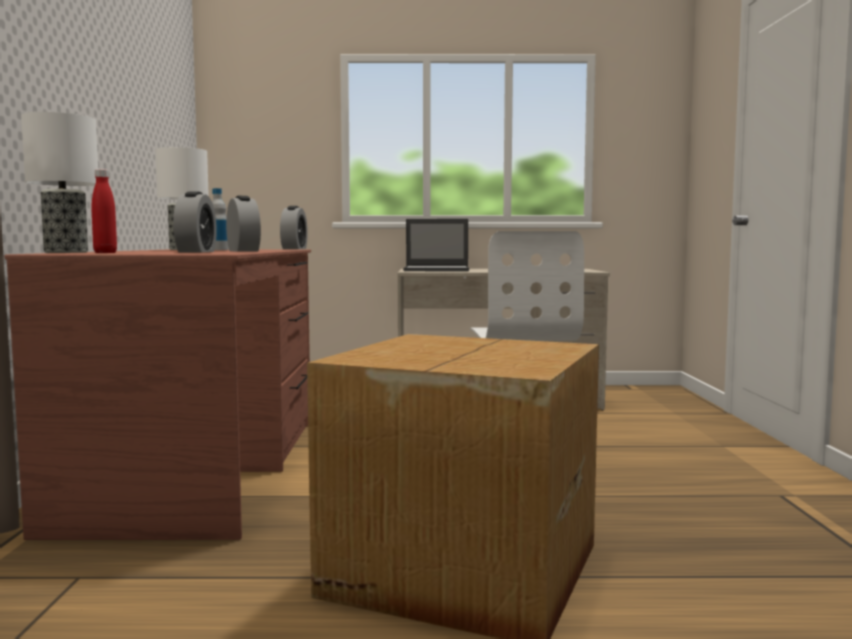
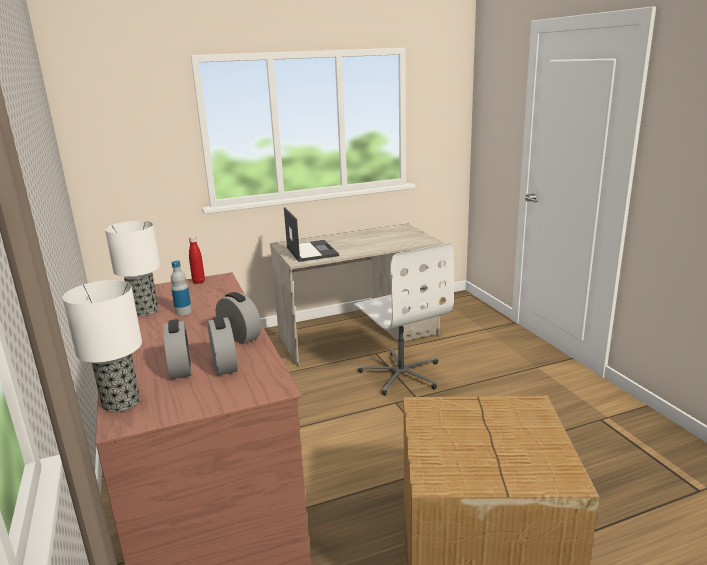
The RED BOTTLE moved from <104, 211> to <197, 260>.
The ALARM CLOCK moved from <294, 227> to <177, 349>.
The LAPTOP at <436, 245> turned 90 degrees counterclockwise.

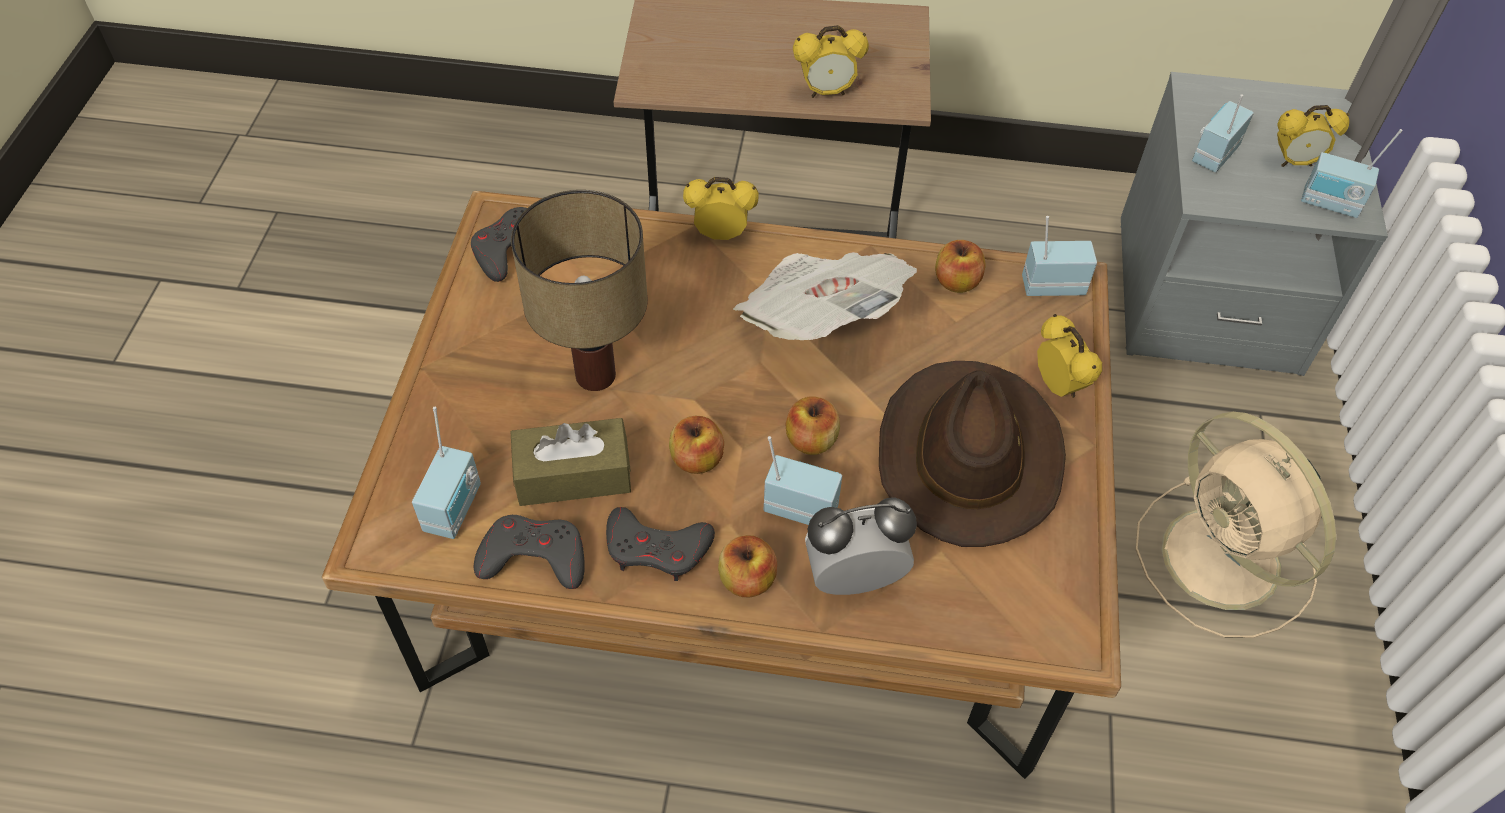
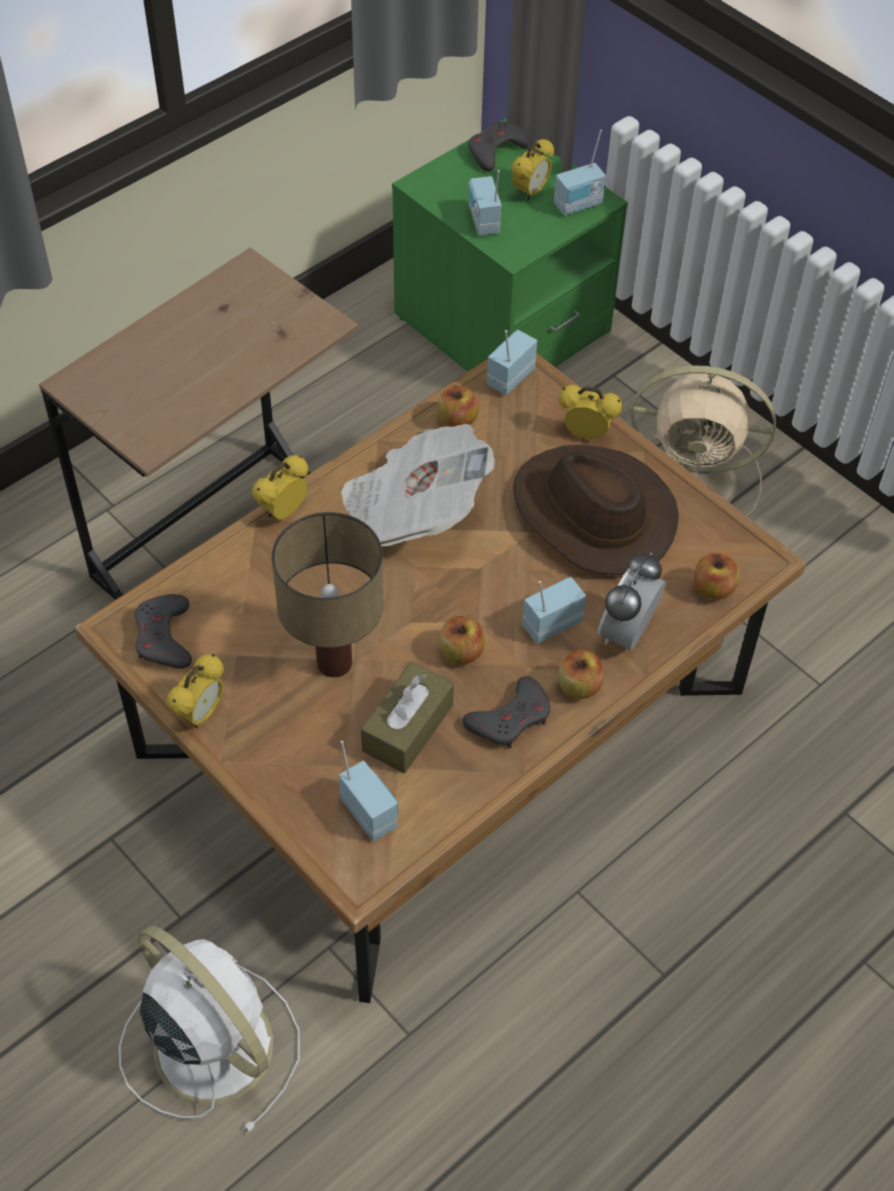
The GREY GAME CONTROLLER moved from <529, 552> to <498, 146>.
The APPLE moved from <812, 425> to <716, 576>.
The ALARM CLOCK moved from <831, 61> to <195, 691>.
The GREY NIGHTSTAND at <1254, 224> became the GREEN NIGHTSTAND at <510, 245>.
The WHITE FAN at <209, 1029> appeared.

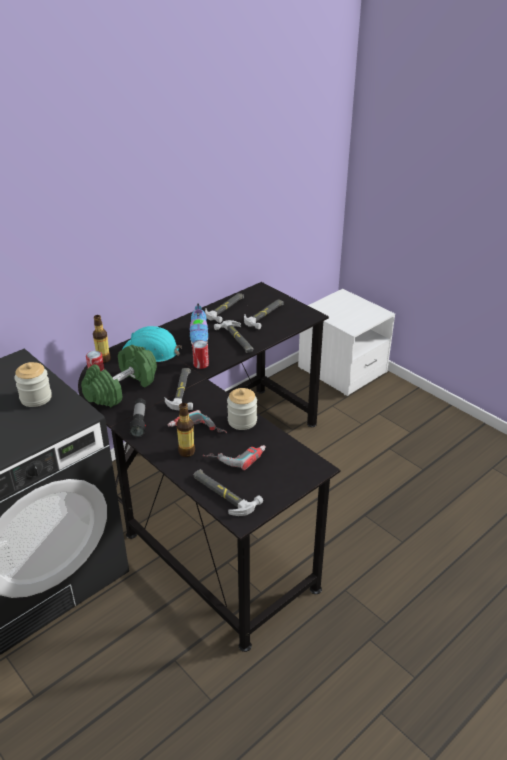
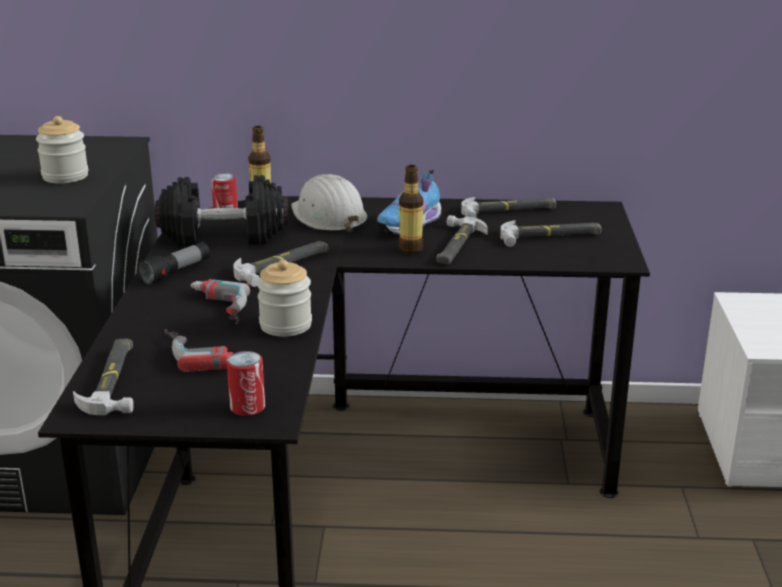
The GREEN DUMBBELL at <119, 376> became the BLACK DUMBBELL at <222, 211>.
The TURQUOISE HARD HAT at <152, 344> became the WHITE HARD HAT at <329, 203>.
The BOTTLE moved from <185, 430> to <411, 209>.
The CAN moved from <200, 354> to <246, 383>.

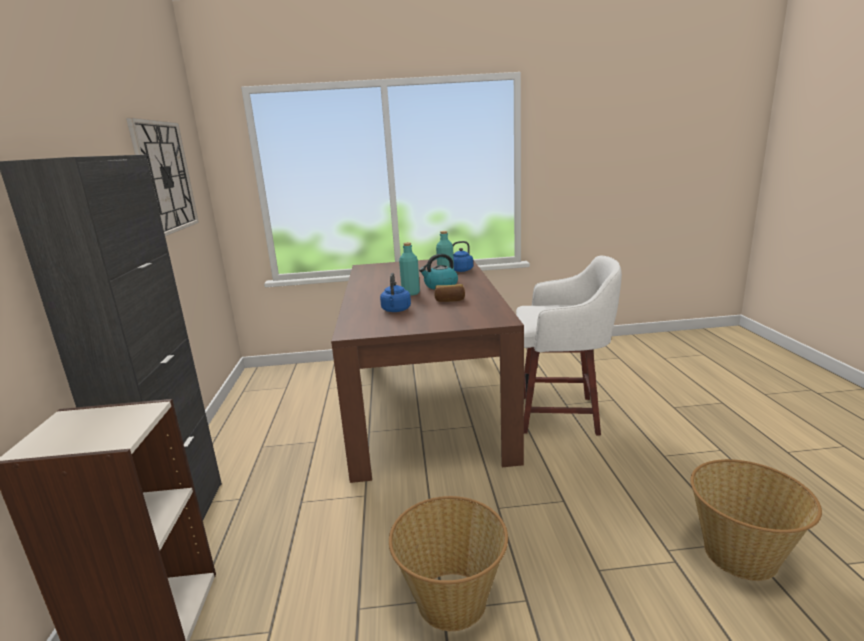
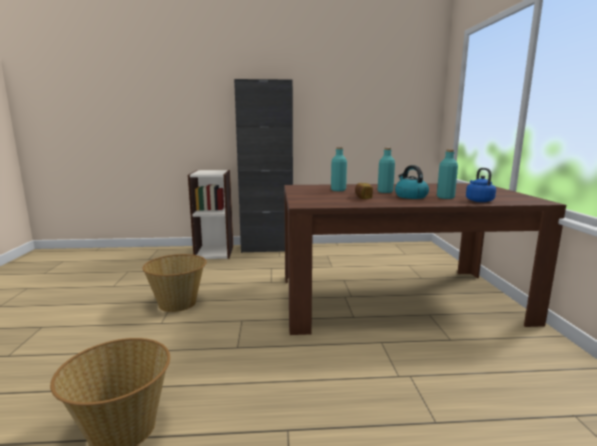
The WALL CLOCK at <162, 177> disappeared.
The BLUE KETTLE at <395, 292> was replaced by the TURQUOISE BOTTLE at <339, 169>.
The WHITE STOOL at <569, 345> disappeared.

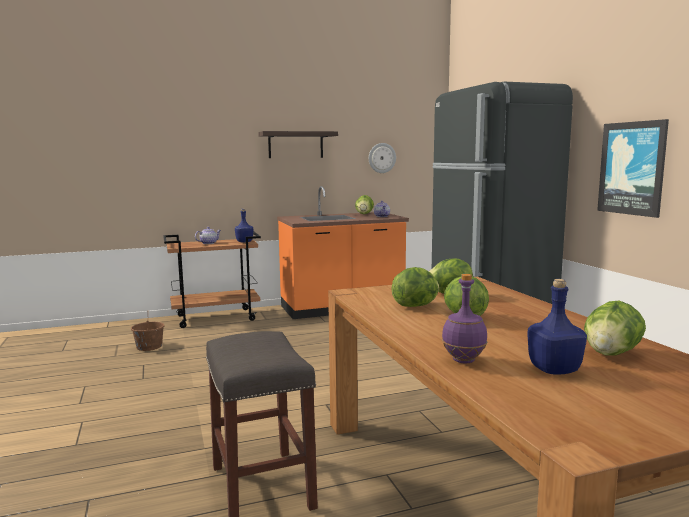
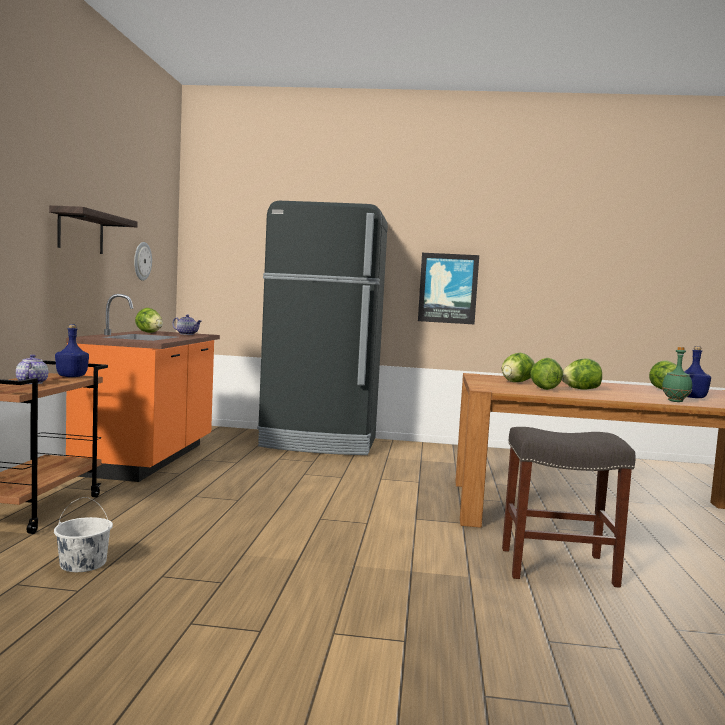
The BROWN BUCKET at <148, 331> became the WHITE BUCKET at <83, 534>.
The PURPLE BOTTLE at <465, 318> became the GREEN BOTTLE at <677, 374>.

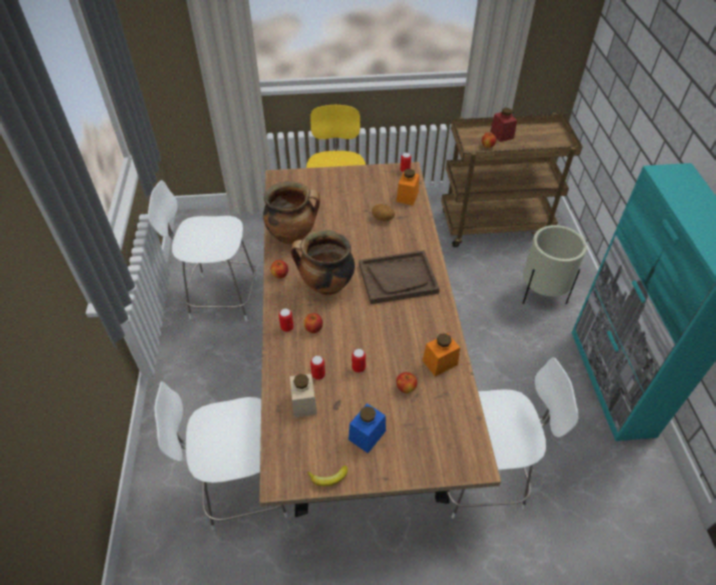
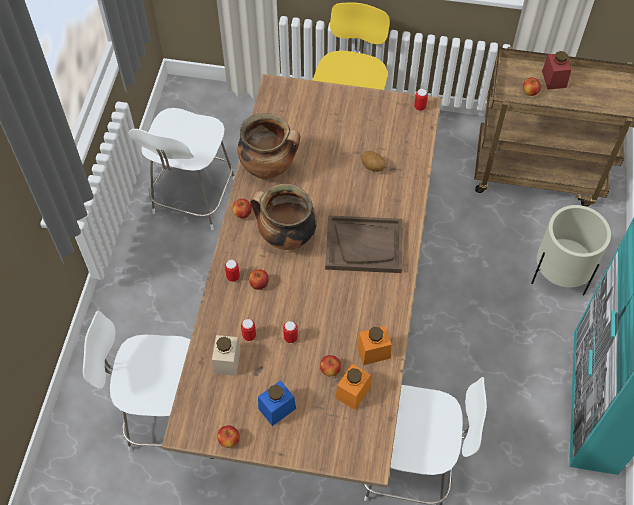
The WHITE CHAIR at <202, 250> turned 90 degrees counterclockwise.
The BANANA at <327, 475> was replaced by the APPLE at <228, 437>.
The ORANGE JAR moved from <407, 187> to <353, 387>.

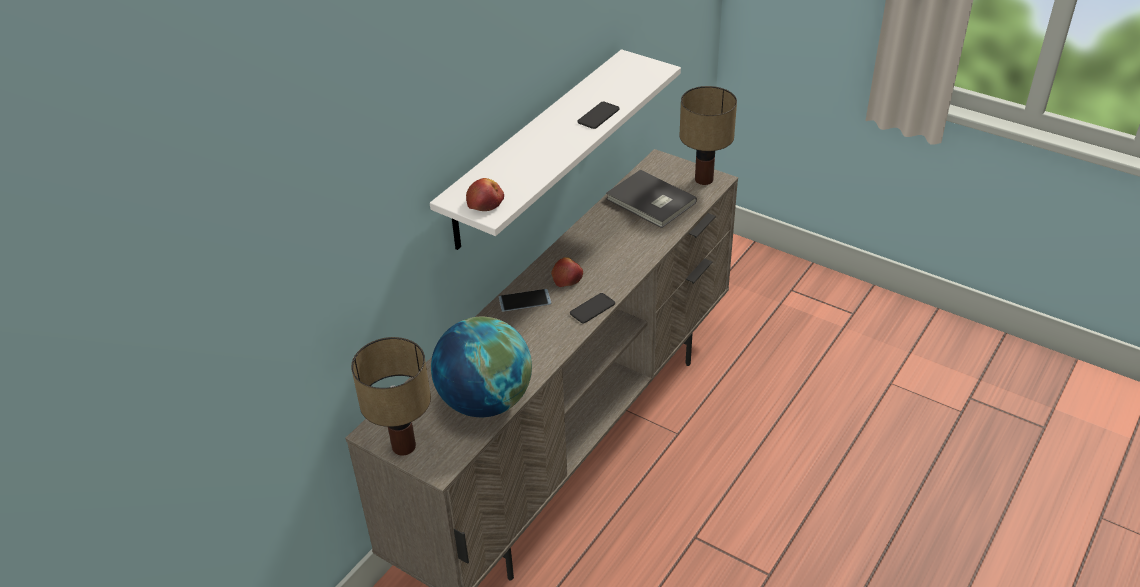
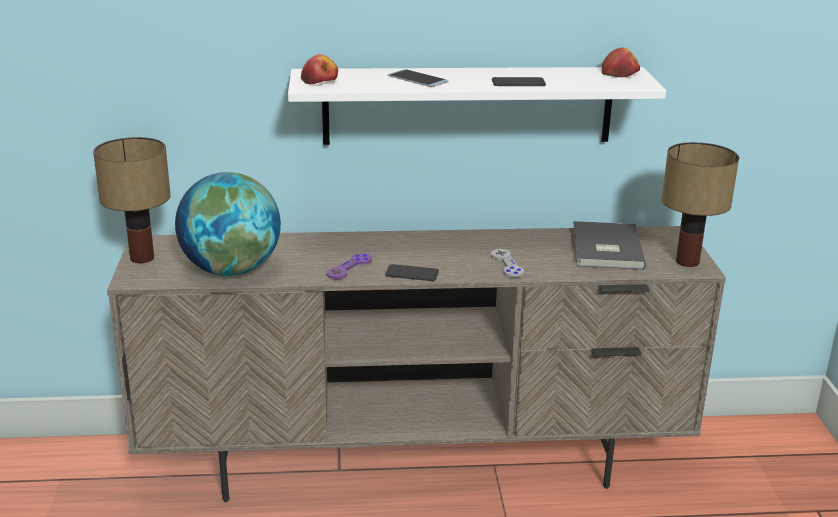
The PHONE moved from <525, 300> to <418, 78>.
The APPLE moved from <567, 272> to <621, 62>.
The PURPLE GAME CONTROLLER at <349, 266> appeared.
The GREY GAME CONTROLLER at <507, 263> appeared.

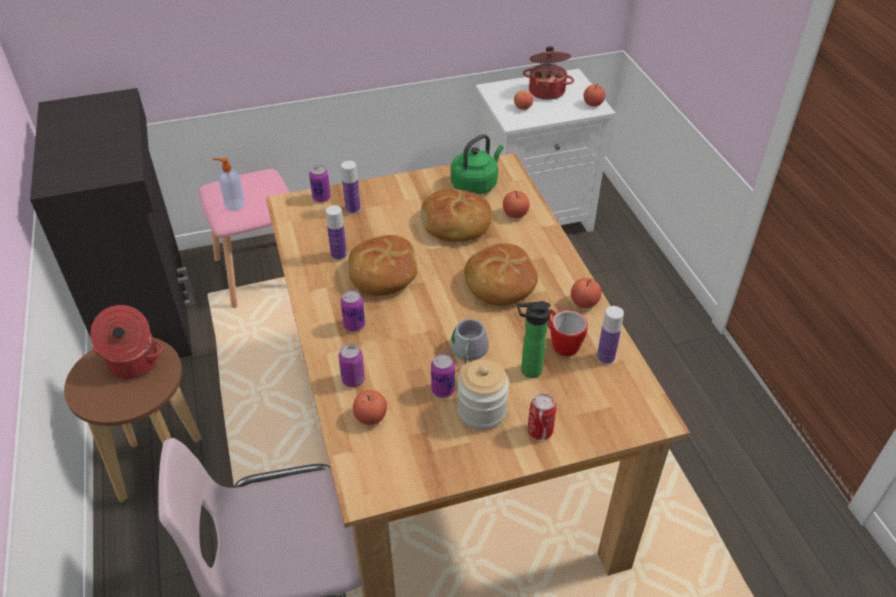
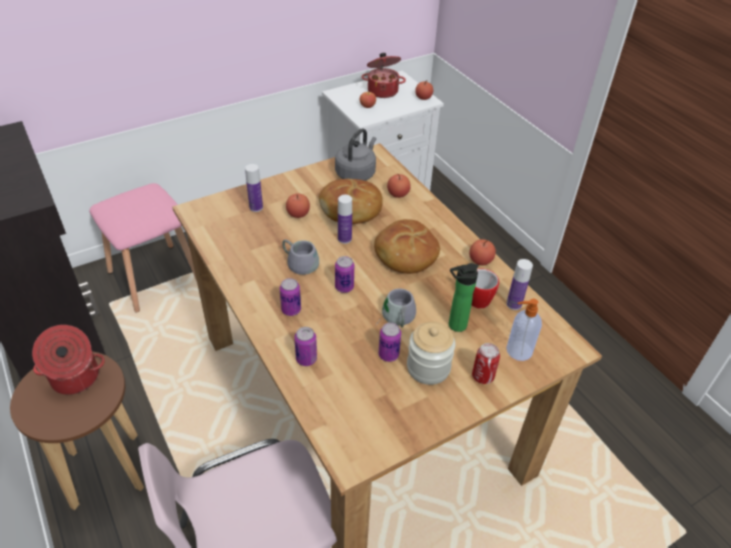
The SOAP DISPENSER moved from <229, 184> to <524, 330>.
The CAN moved from <320, 183> to <344, 274>.
The BOTTLE moved from <336, 233> to <345, 219>.
The BREAD at <383, 265> was replaced by the GREY MUG at <300, 257>.
The APPLE moved from <370, 407> to <298, 205>.
The GREEN KETTLE at <477, 164> became the GREY KETTLE at <355, 154>.

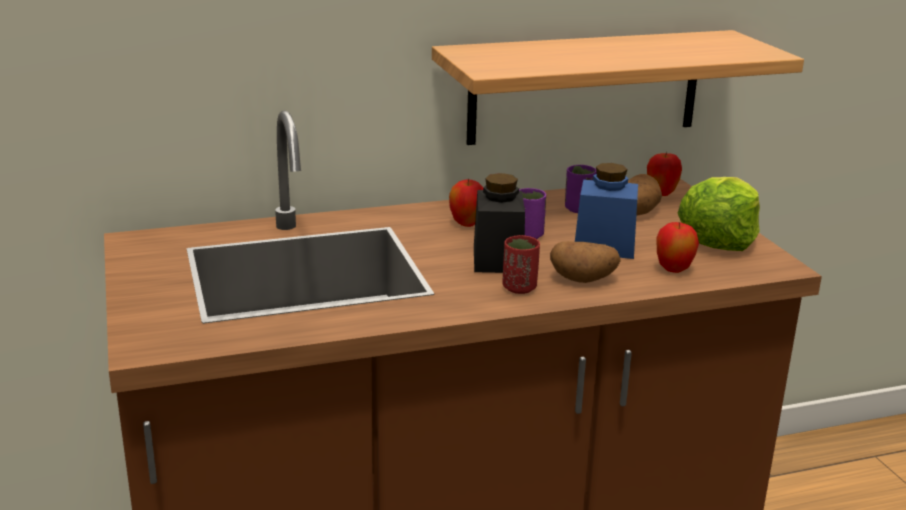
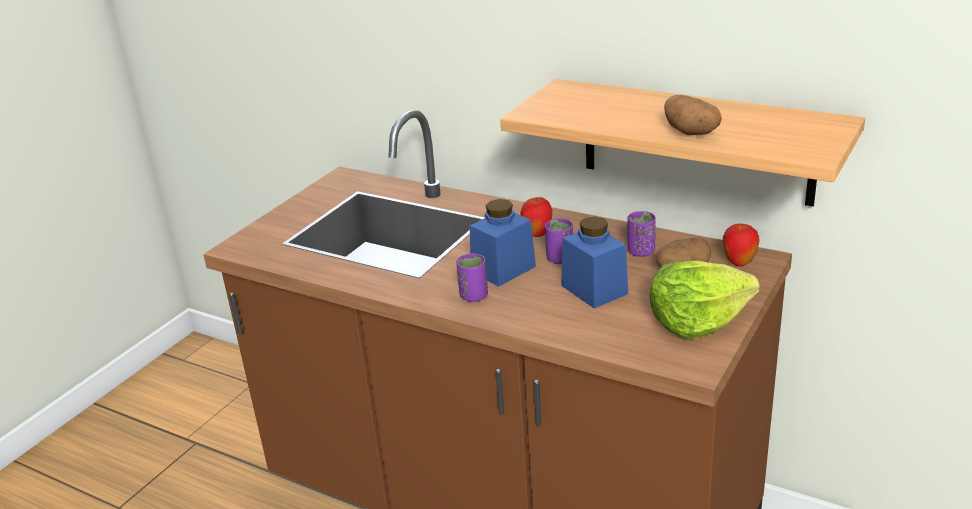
The BLACK JAR at <499, 223> became the BLUE JAR at <503, 243>.
The RED CUP at <521, 264> became the PURPLE CUP at <472, 277>.
The POTATO moved from <585, 262> to <693, 115>.
The APPLE at <678, 247> disappeared.

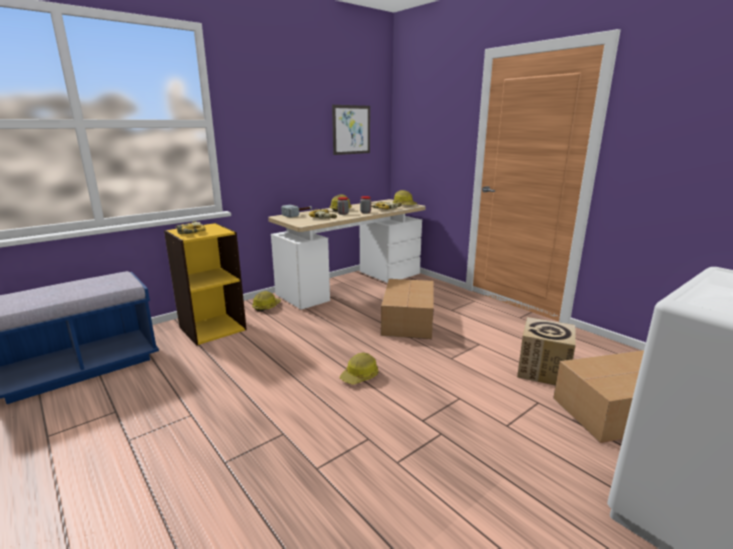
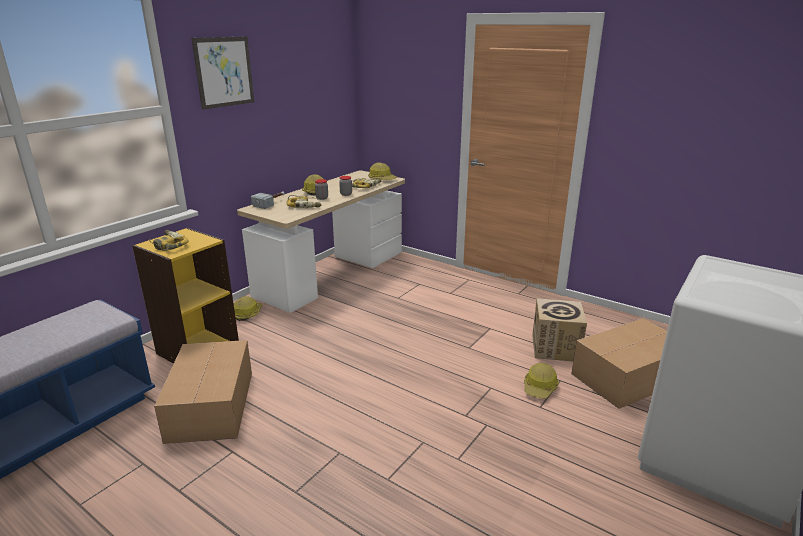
The PICTURE moved from <351, 130> to <222, 73>.
The HARD HAT moved from <359, 368> to <541, 381>.
The CARDBOARD BOX moved from <407, 309> to <203, 392>.

